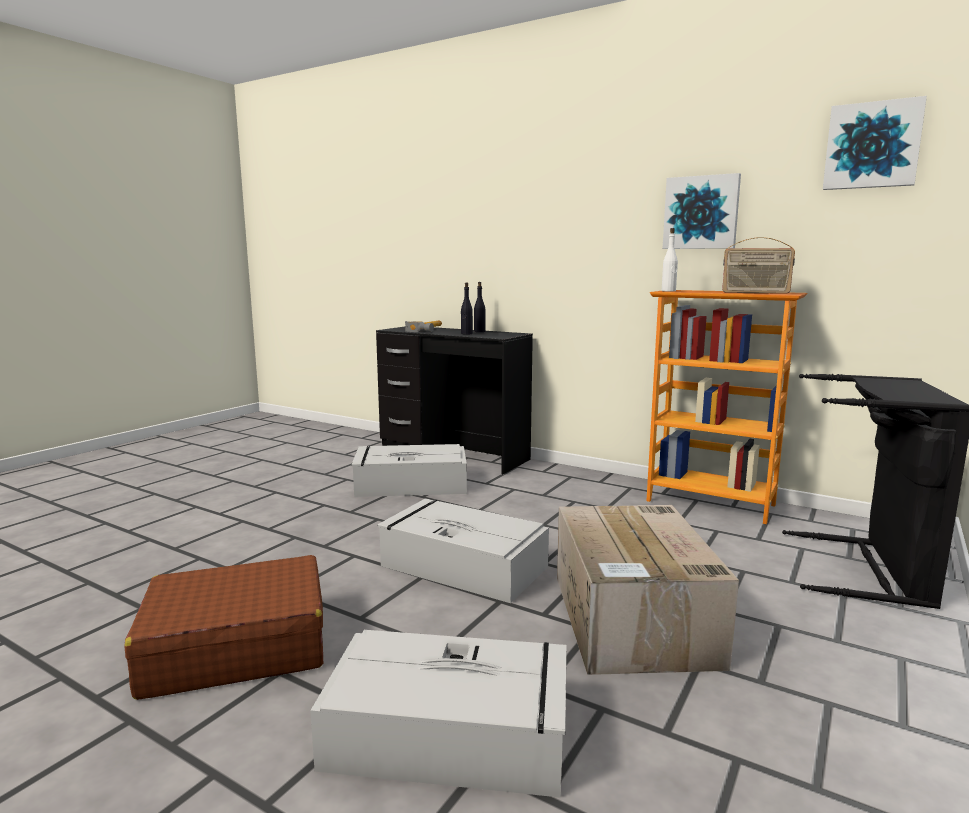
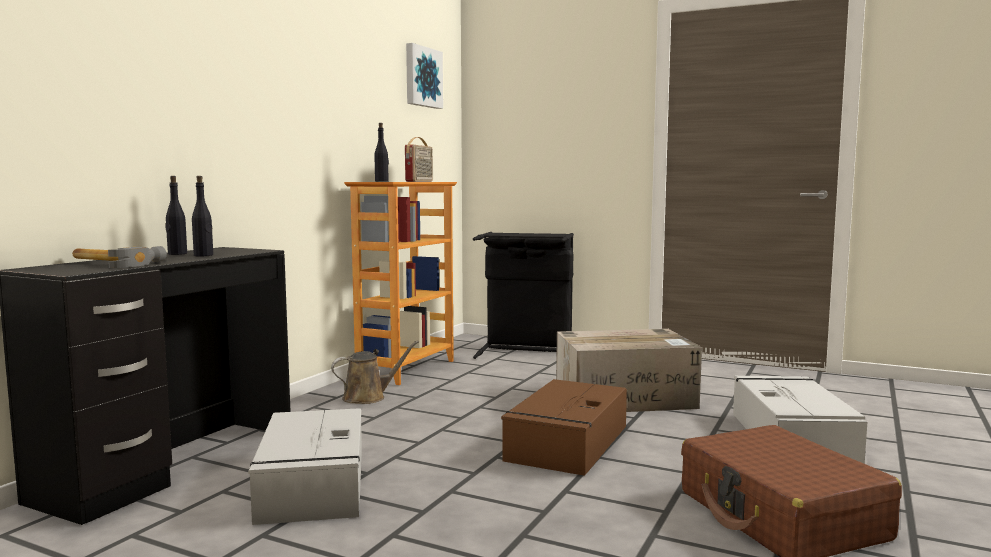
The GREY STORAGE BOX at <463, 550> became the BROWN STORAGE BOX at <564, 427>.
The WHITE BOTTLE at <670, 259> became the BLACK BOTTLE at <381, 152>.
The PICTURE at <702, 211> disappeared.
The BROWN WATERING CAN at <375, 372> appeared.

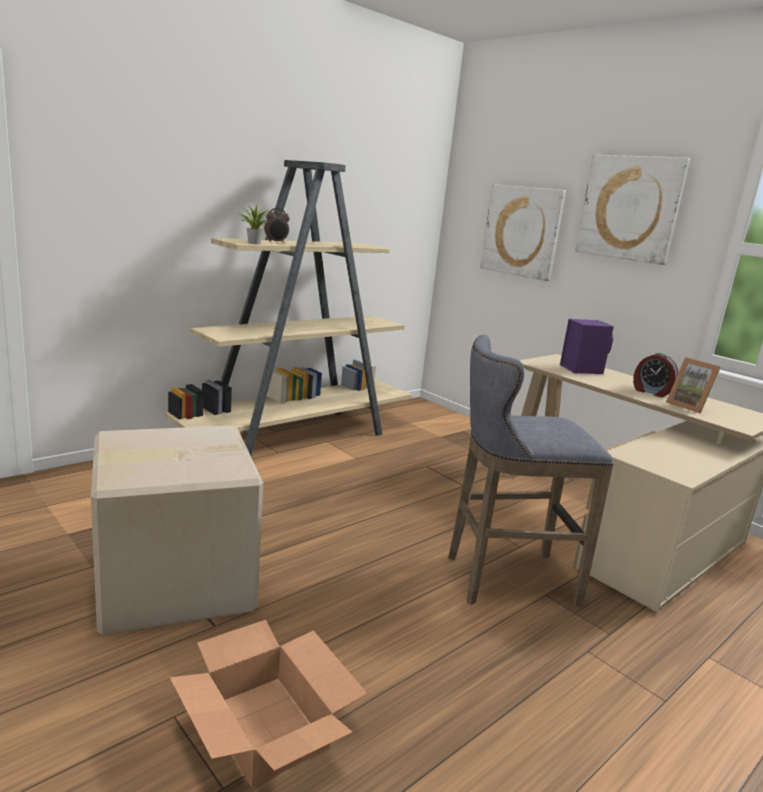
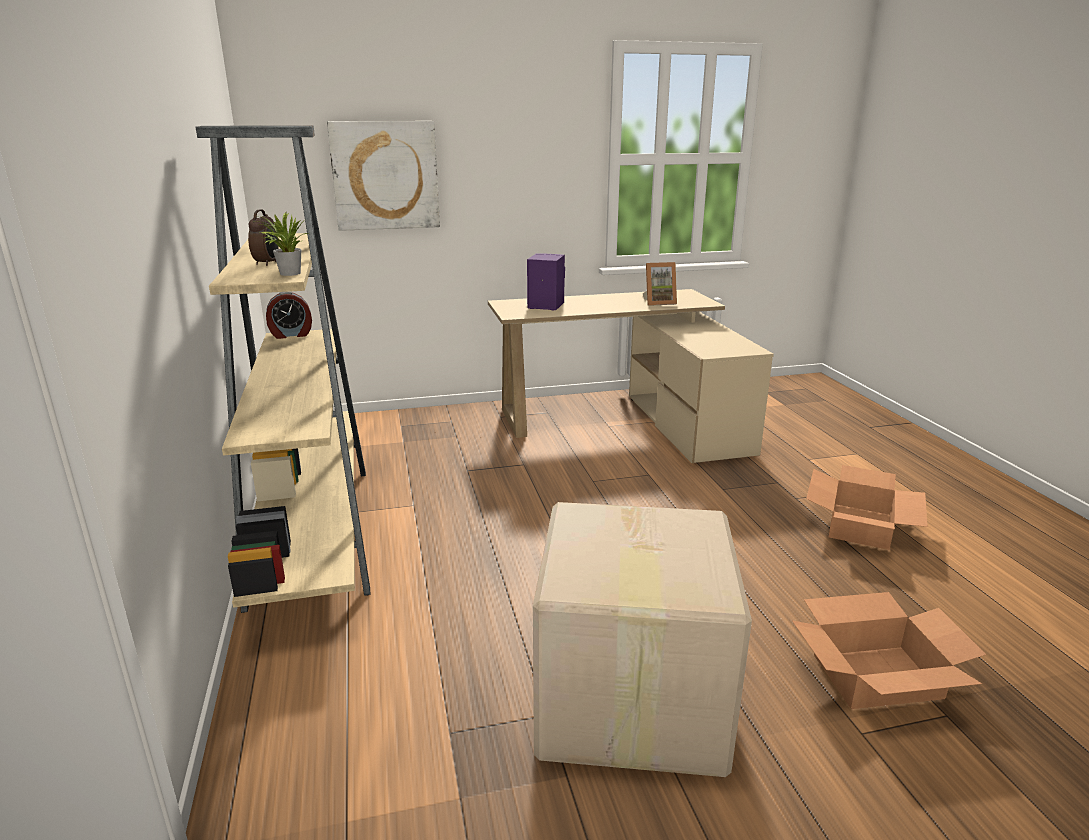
The GREY STOOL at <531, 471> disappeared.
The PICTURE at <632, 210> disappeared.
The ALARM CLOCK moved from <655, 375> to <289, 315>.
The CARDBOARD BOX at <866, 507> appeared.

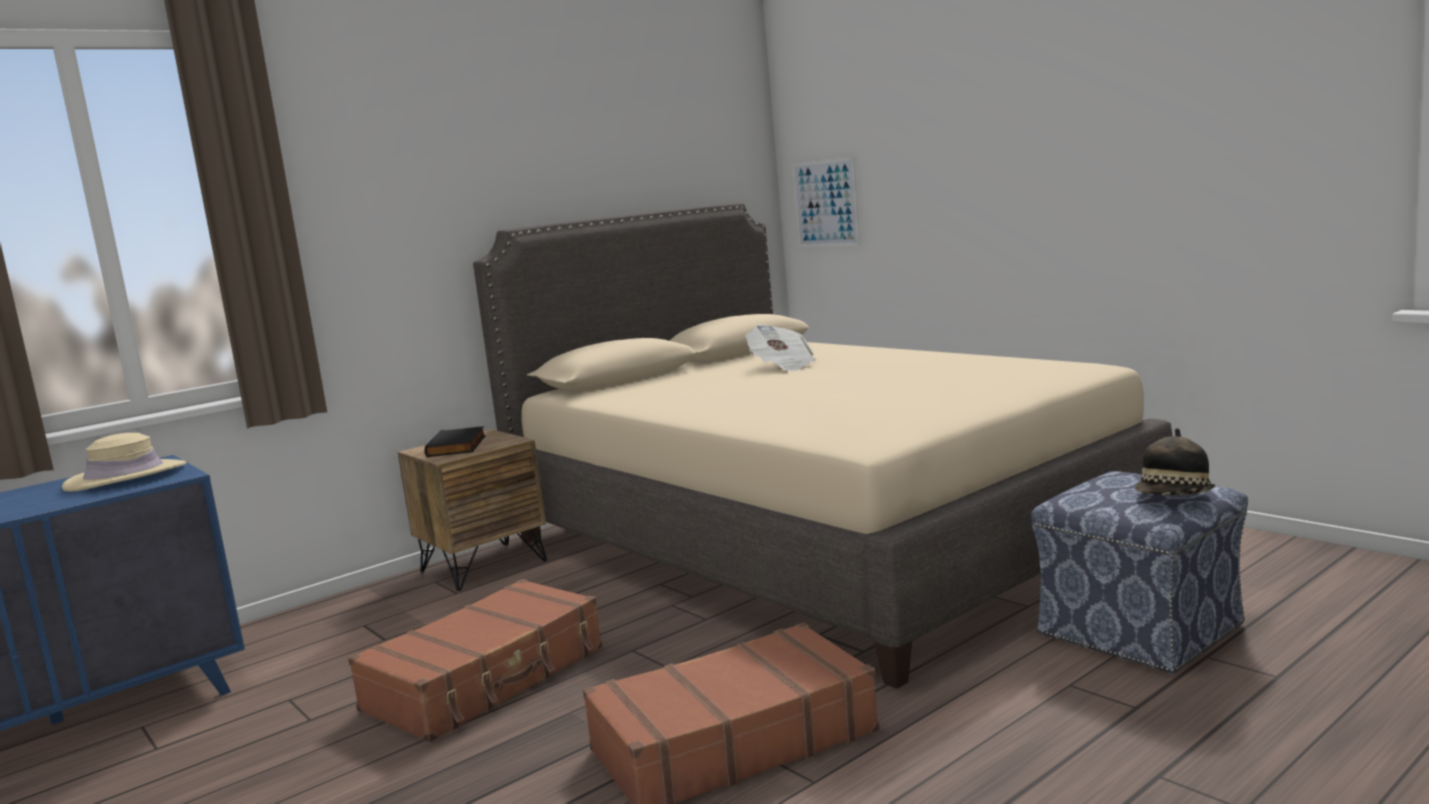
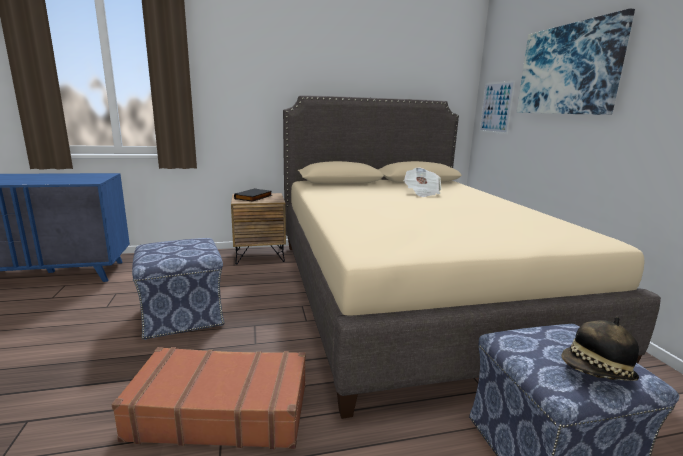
The BEIGE HAT at <124, 462> disappeared.
The BROWN SUITCASE at <475, 660> was replaced by the OTTOMAN at <178, 289>.
The PICTURE at <576, 61> appeared.

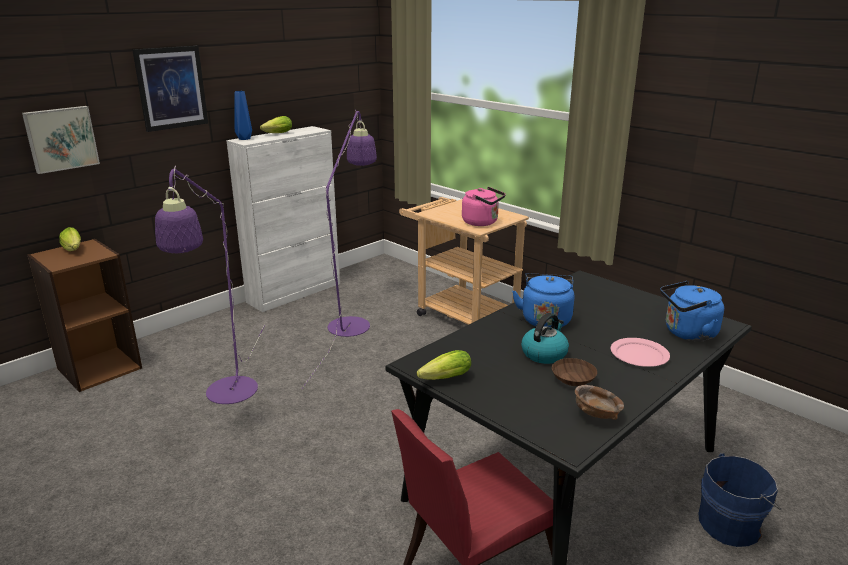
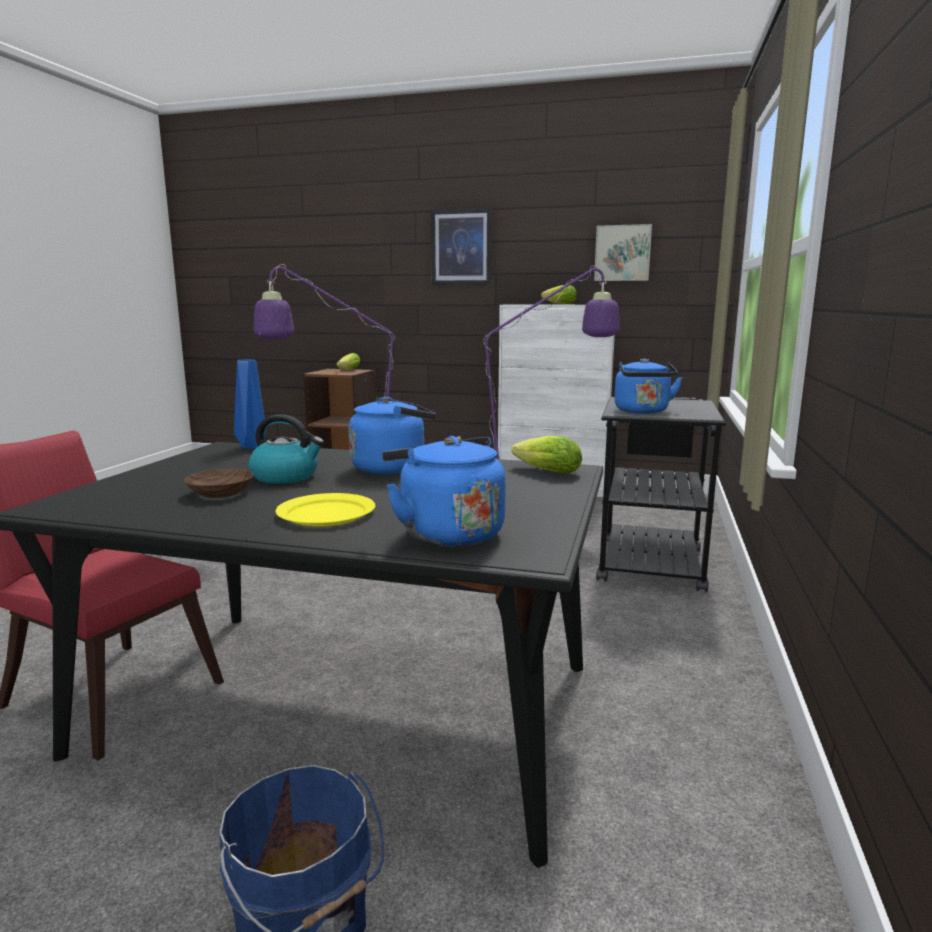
The PICTURE moved from <61, 140> to <623, 252>.
The BLUE VASE moved from <243, 115> to <250, 404>.
The BEIGE CART at <464, 261> became the BLACK CART at <661, 494>.
The LETTUCE moved from <444, 365> to <546, 454>.
The PINK KETTLE at <484, 206> became the BLUE KETTLE at <648, 386>.
The BROWN BOWL at <599, 402> disappeared.
The PINK PLATE at <640, 352> became the YELLOW PLATE at <325, 509>.

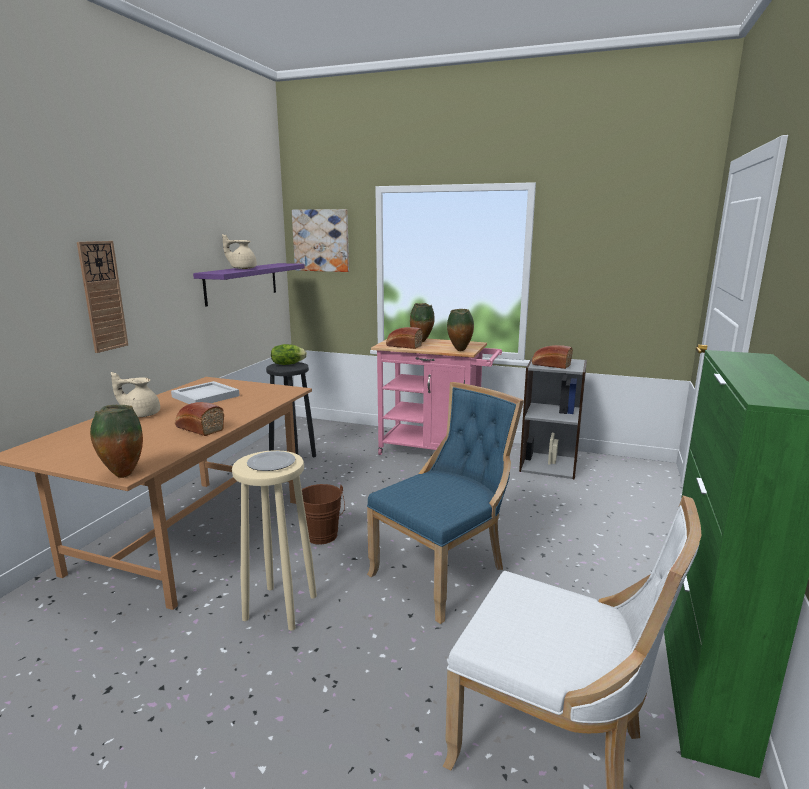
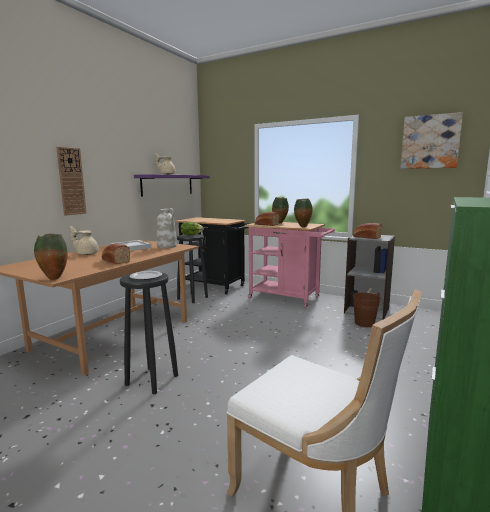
The BEIGE STOOL at <274, 540> became the BLACK STOOL at <149, 333>.
The PICTURE moved from <320, 240> to <431, 140>.
The BROWN BUCKET moved from <323, 514> to <368, 309>.
The BLUE CHAIR at <445, 503> disappeared.
The WHITE VASE at <167, 228> appeared.
The BLACK CART at <212, 255> appeared.

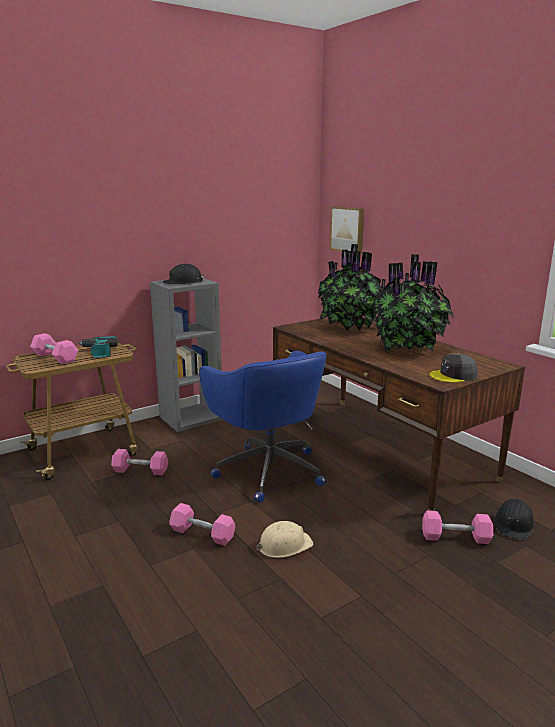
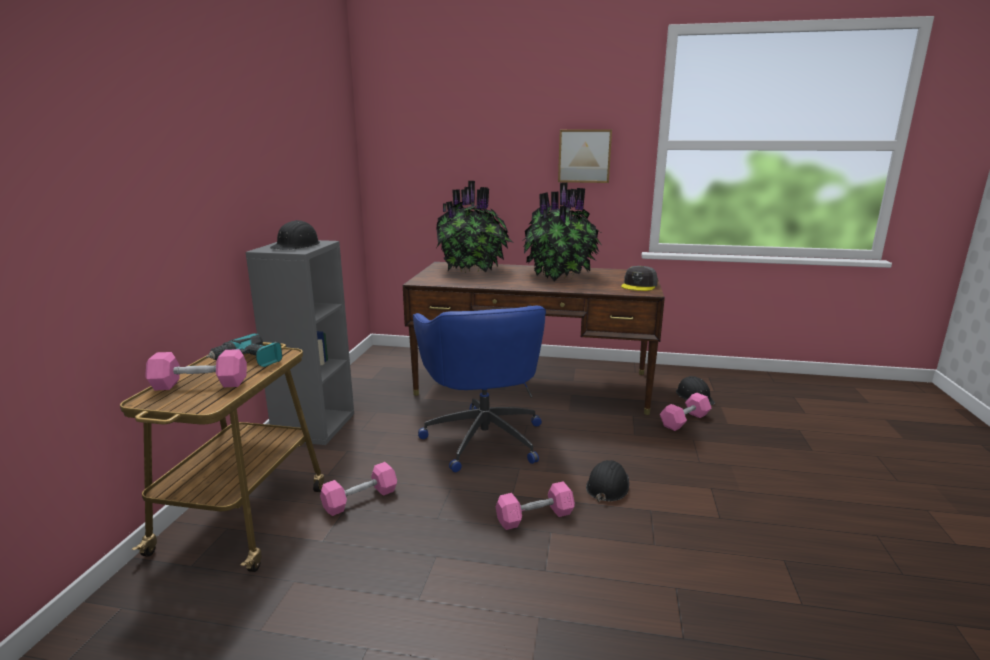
The BLUE OFFICE CHAIR at <263, 427> turned 60 degrees clockwise.
The BEIGE HARD HAT at <284, 539> became the BLACK HARD HAT at <607, 481>.
The PICTURE moved from <347, 230> to <585, 156>.

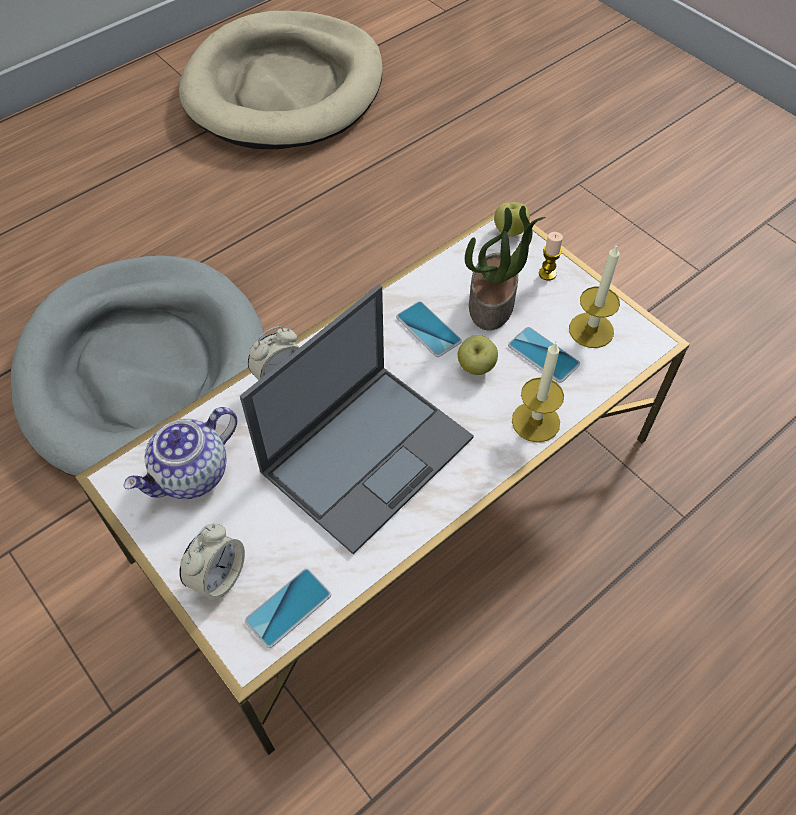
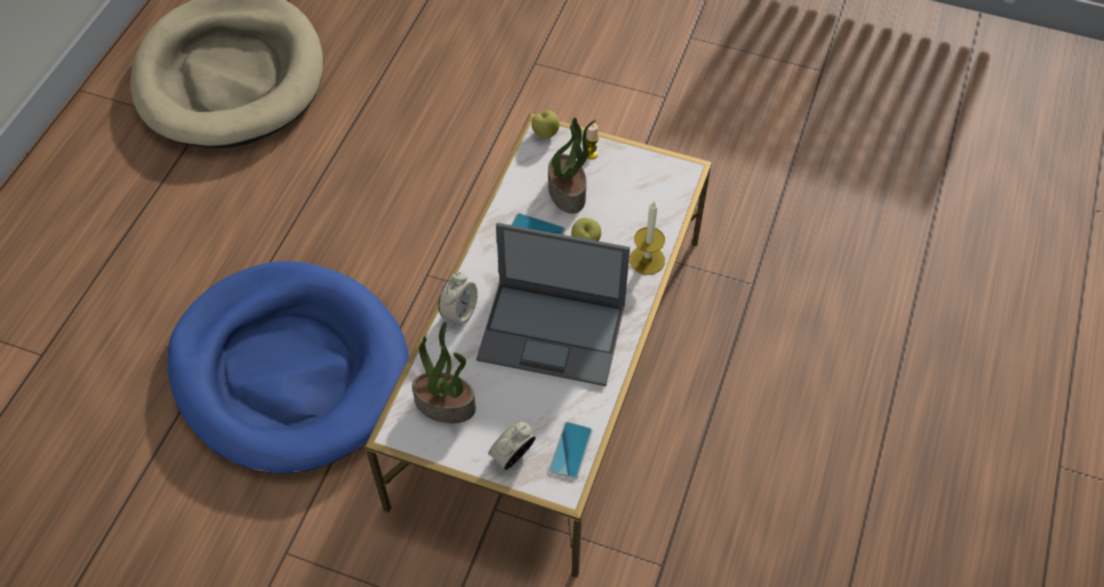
The GREY DOG BED at <138, 366> became the BLUE DOG BED at <288, 367>.
The TEAPOT at <180, 453> was replaced by the POTTED PLANT at <444, 372>.
The ALARM CLOCK at <212, 562> turned 135 degrees counterclockwise.
The LAPTOP at <357, 419> turned 90 degrees clockwise.
The PHONE at <544, 355> disappeared.
The CANDLE at <594, 296> disappeared.

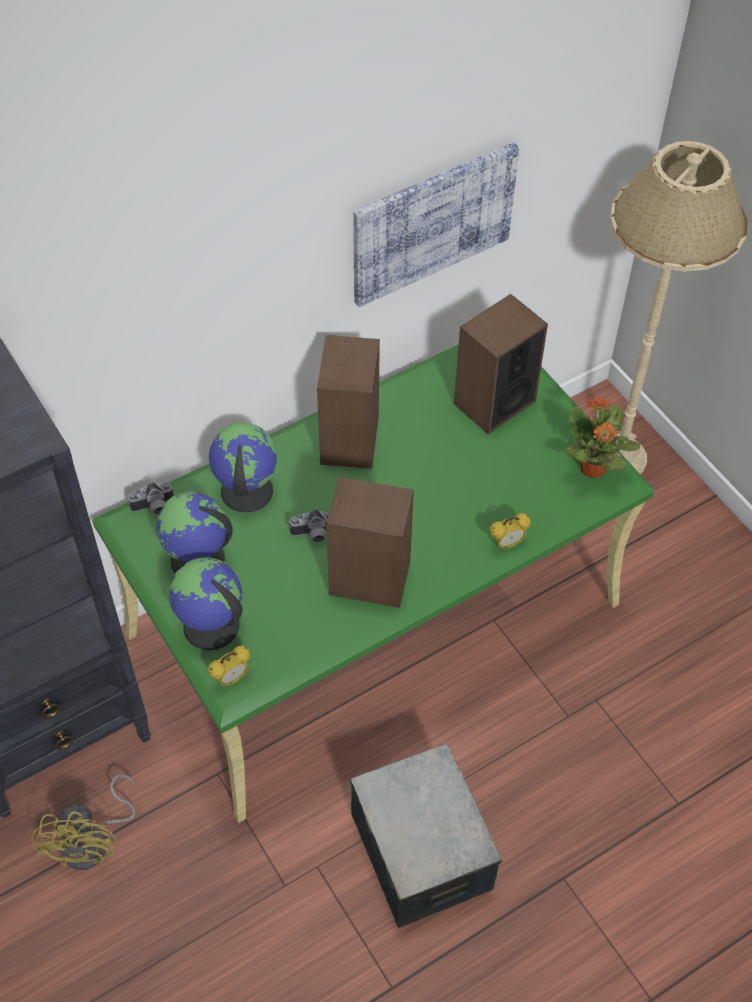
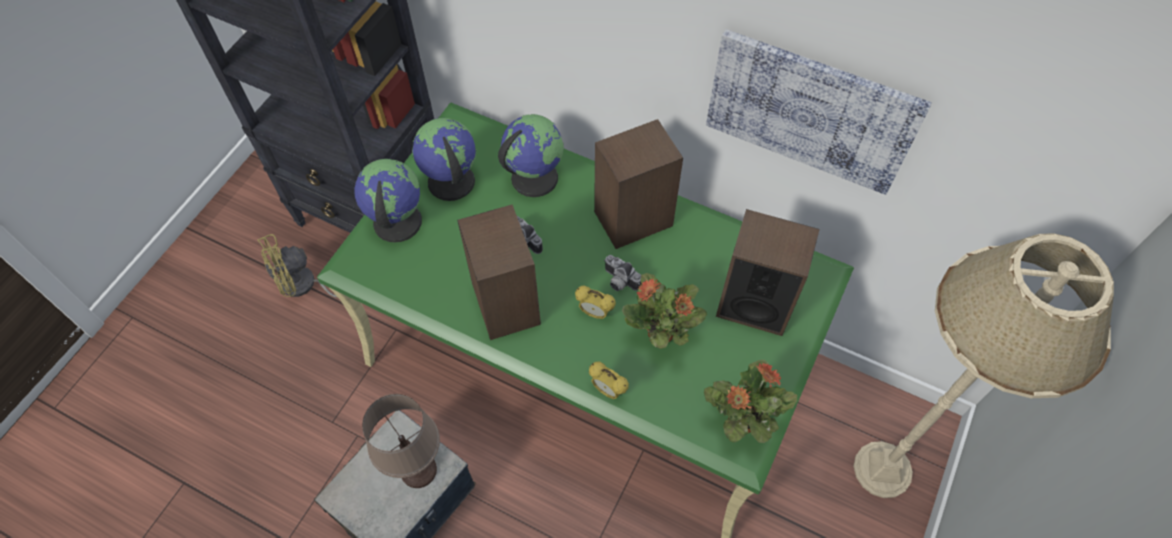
The PHOTO CAMERA moved from <151, 498> to <622, 273>.
The ALARM CLOCK moved from <229, 666> to <595, 302>.
The BROWN TABLE LAMP at <401, 441> appeared.
The POTTED PLANT at <664, 311> appeared.

